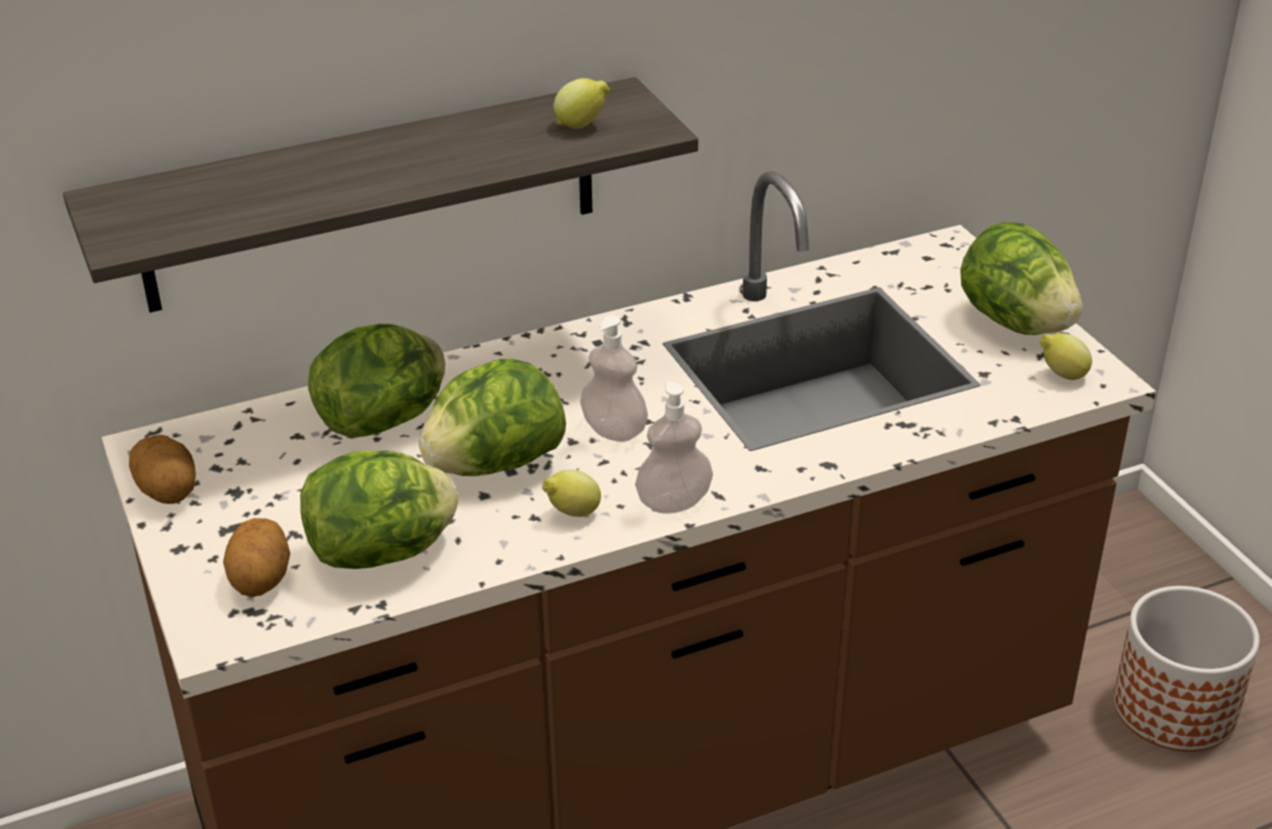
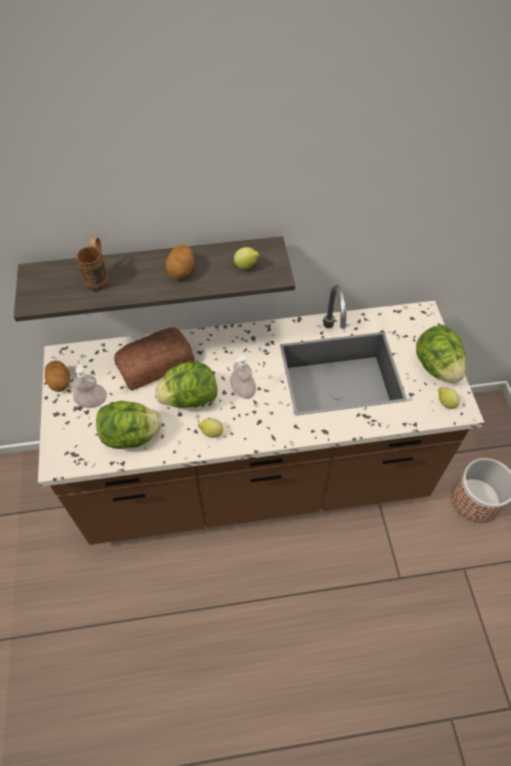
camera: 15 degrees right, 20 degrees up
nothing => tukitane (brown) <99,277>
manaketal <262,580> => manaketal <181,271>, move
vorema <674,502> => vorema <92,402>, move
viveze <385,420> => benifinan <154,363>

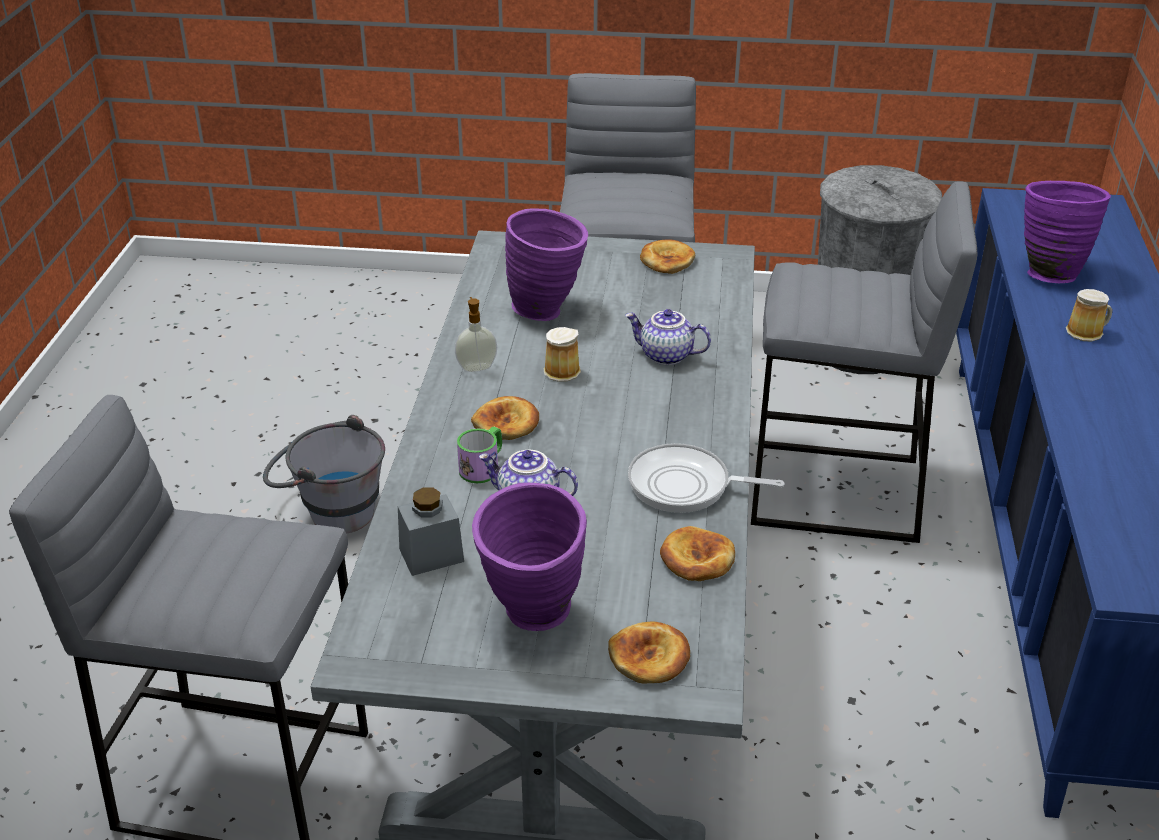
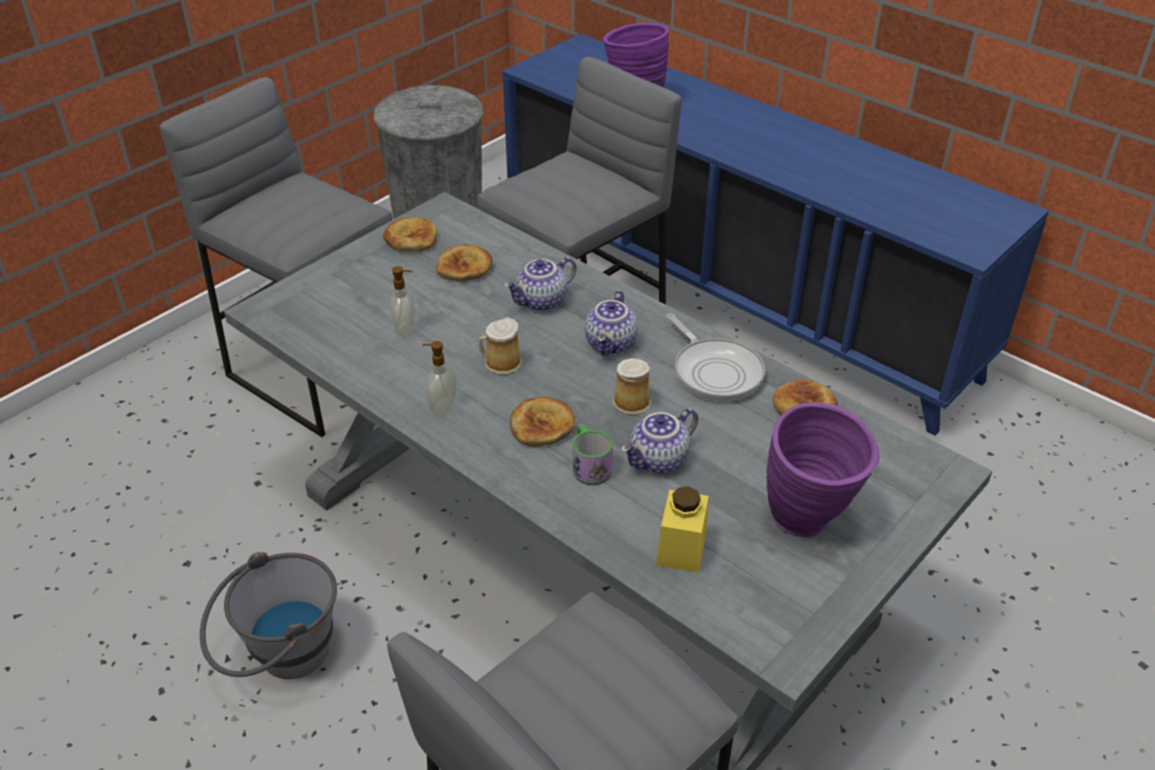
camera: 55 degrees left, 5 degrees up
nothing => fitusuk <612,344>
benifinan <649,657> => benifinan <465,267>, move
tukitane <1086,332> => tukitane <633,401>, move
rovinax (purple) <548,311> => vorema <406,330>
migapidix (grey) <431,555> => migapidix (yellow) <681,548>
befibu <685,486> => befibu <715,371>, 75 degrees counterclockwise

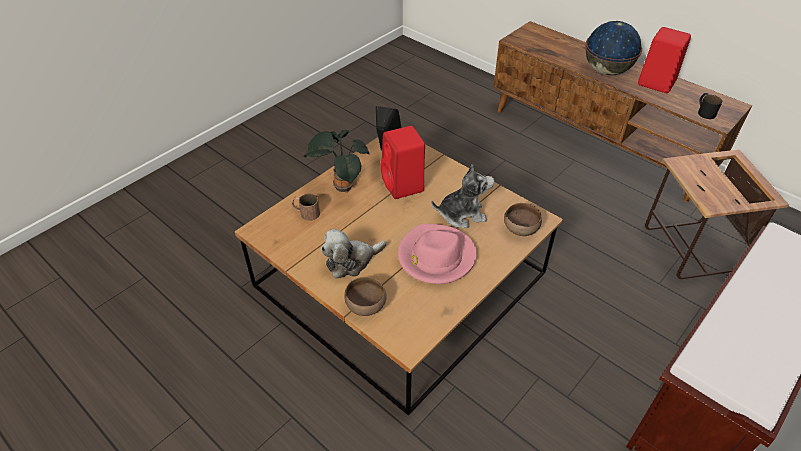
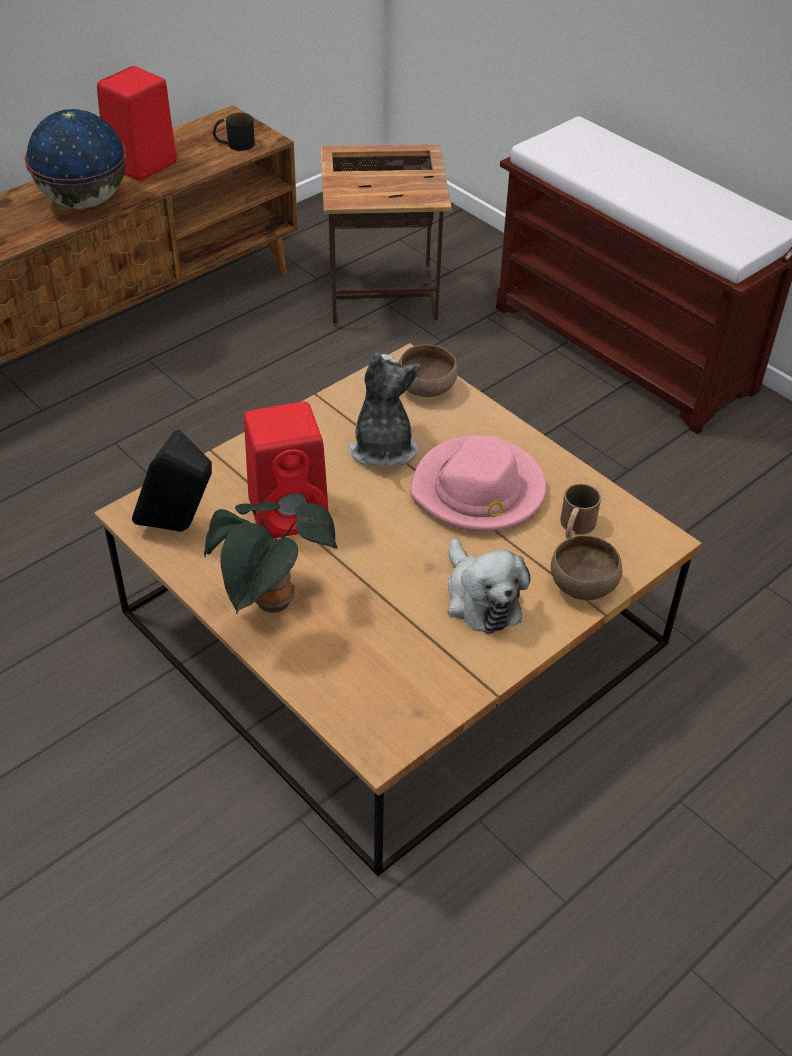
camera: 85 degrees left, 0 degrees up
tukitane (brown) <305,212> => tukitane (brown) <575,527>, move

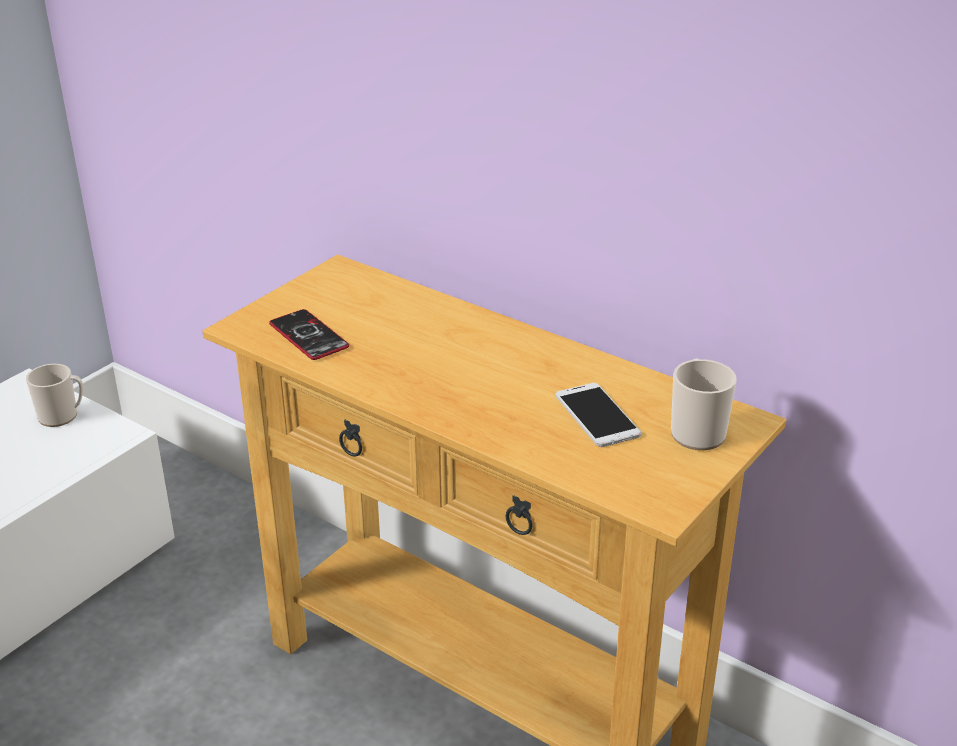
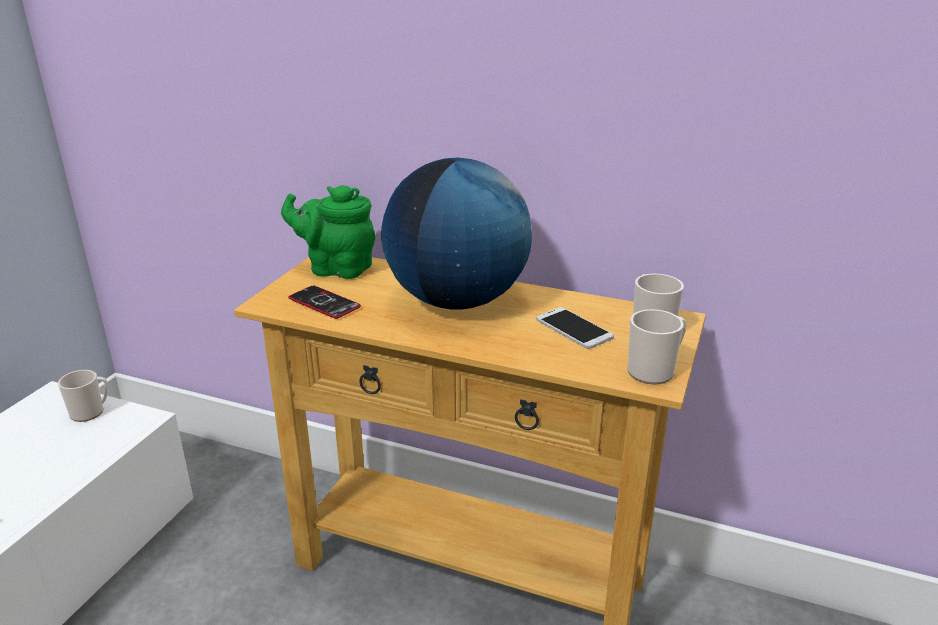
camera: 15 degrees left, 5 degrees down
nothing => fitusuk (green) <336,268>
nothing => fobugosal <457,301>
nothing => tukitane <654,371>

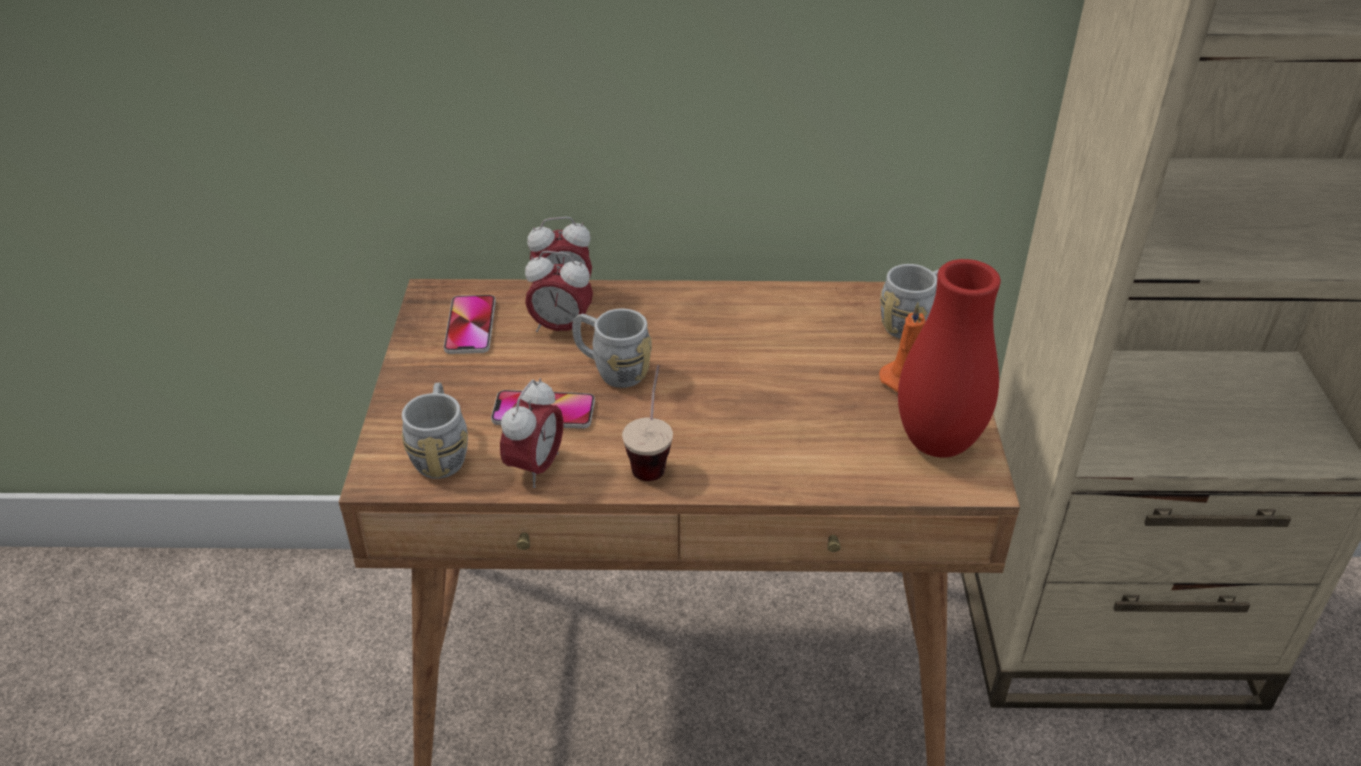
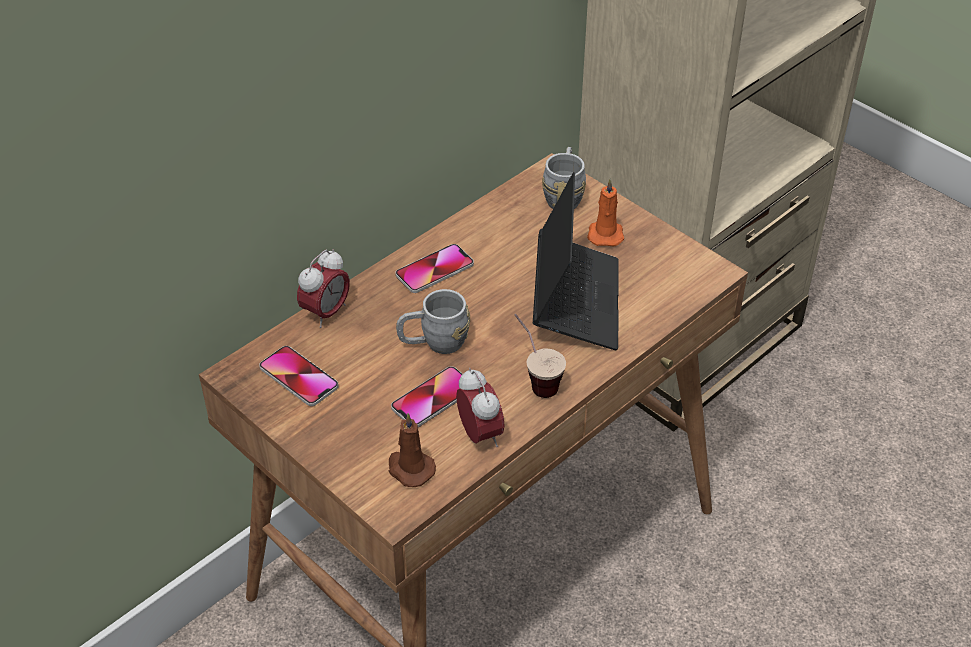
camera: 45 degrees left, 5 degrees up
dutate <561,328> => nothing
rovinax (red) <937,443> => nothing
nothing => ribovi <434,270>
nothing => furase <575,301>
tukitane (grey) <441,452> => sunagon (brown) <409,468>

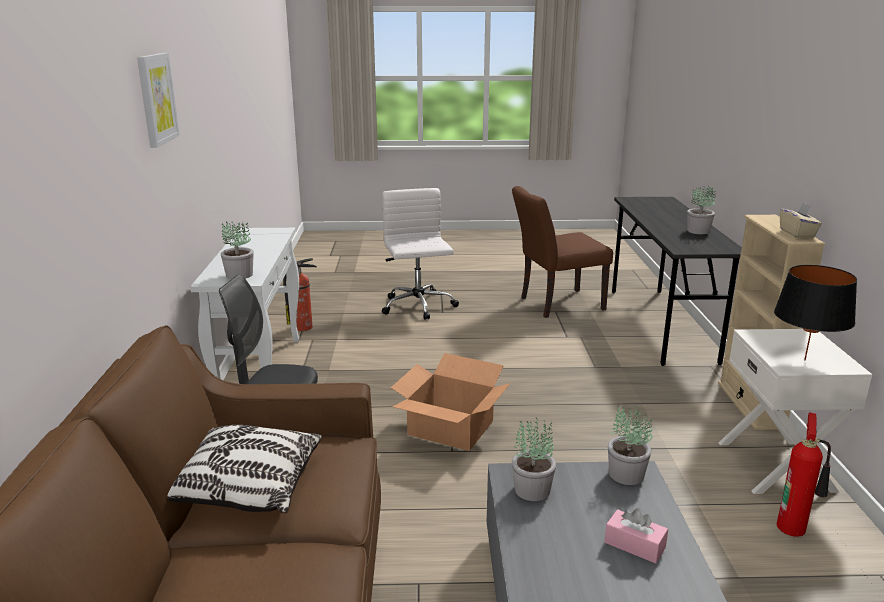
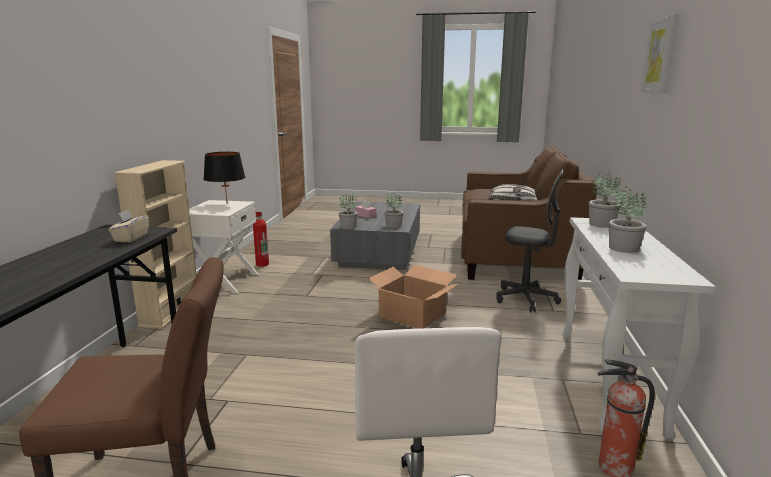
camera: 170 degrees left, 5 degrees down
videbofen <699,231> => videbofen <623,248>, move
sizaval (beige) <797,233> => sizaval (beige) <131,238>, move

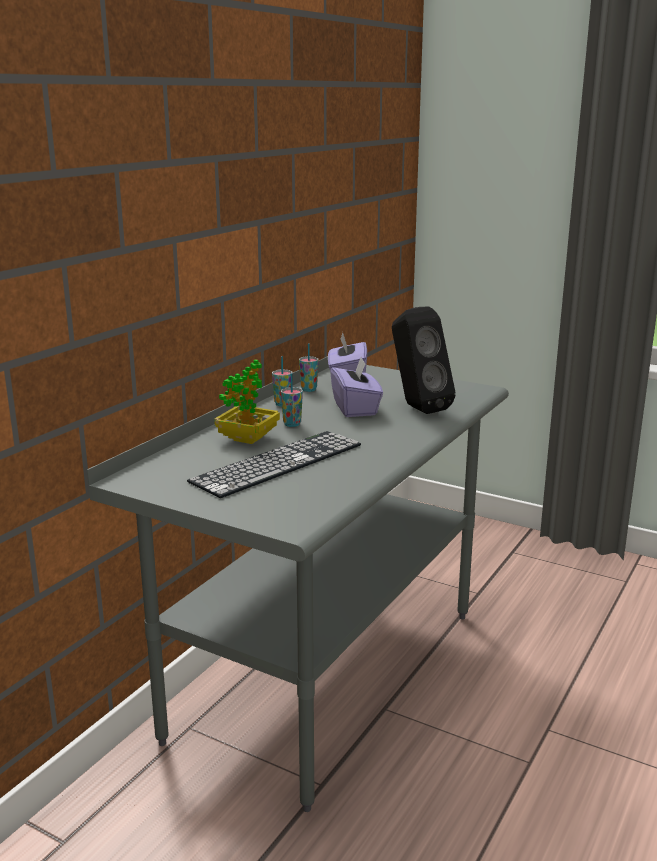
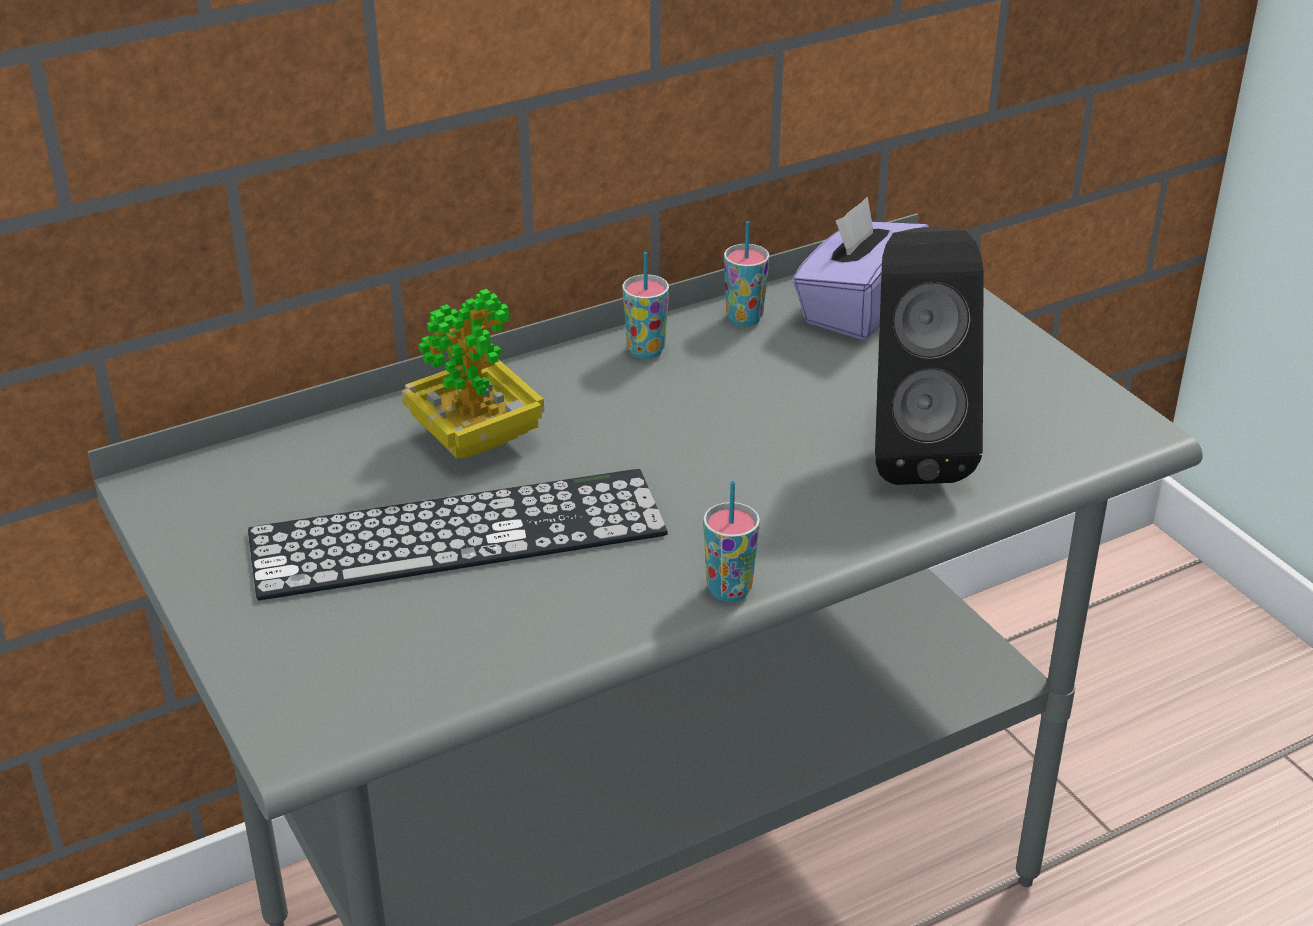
camera: 30 degrees right, 15 degrees up
sizaval (purple) <356,408> => nothing
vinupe <292,424> => vinupe <729,590>, move

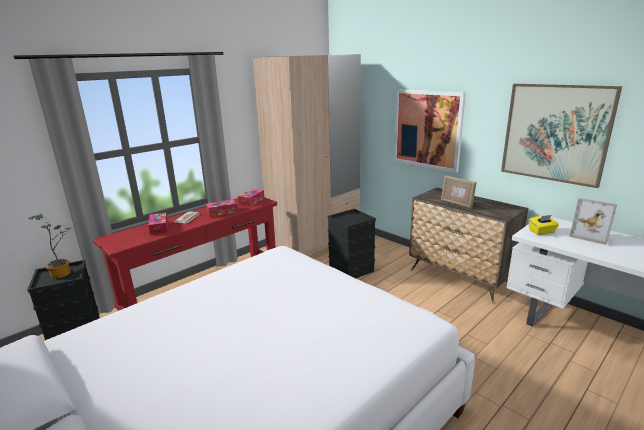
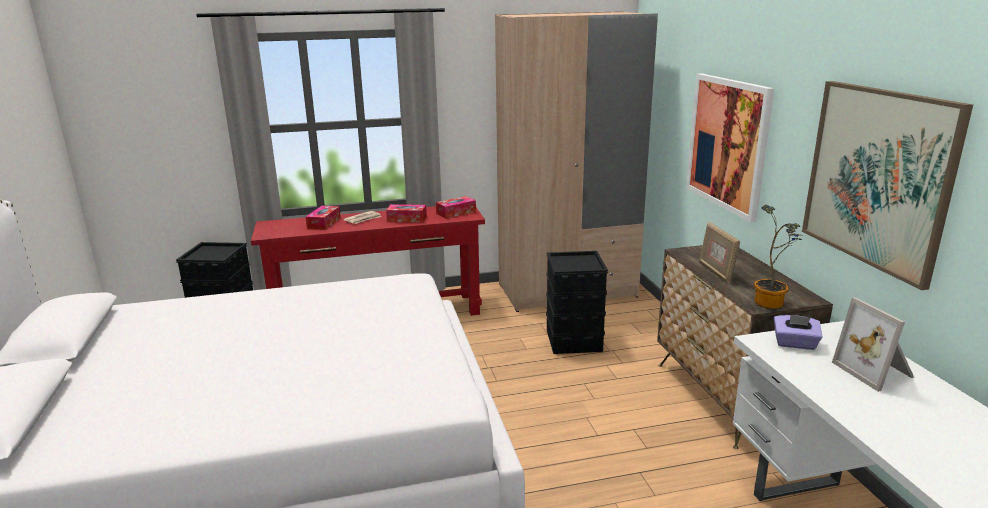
camera: 30 degrees right, 0 degrees up
videbofen <63,273> => videbofen <772,302>, move
sizaval (yellow) <542,232> => sizaval (purple) <795,344>

